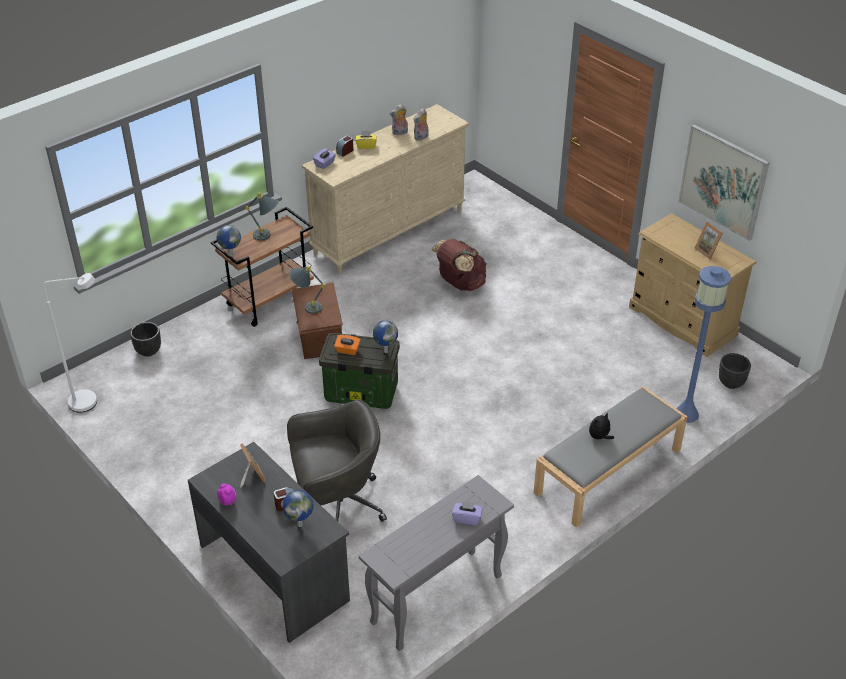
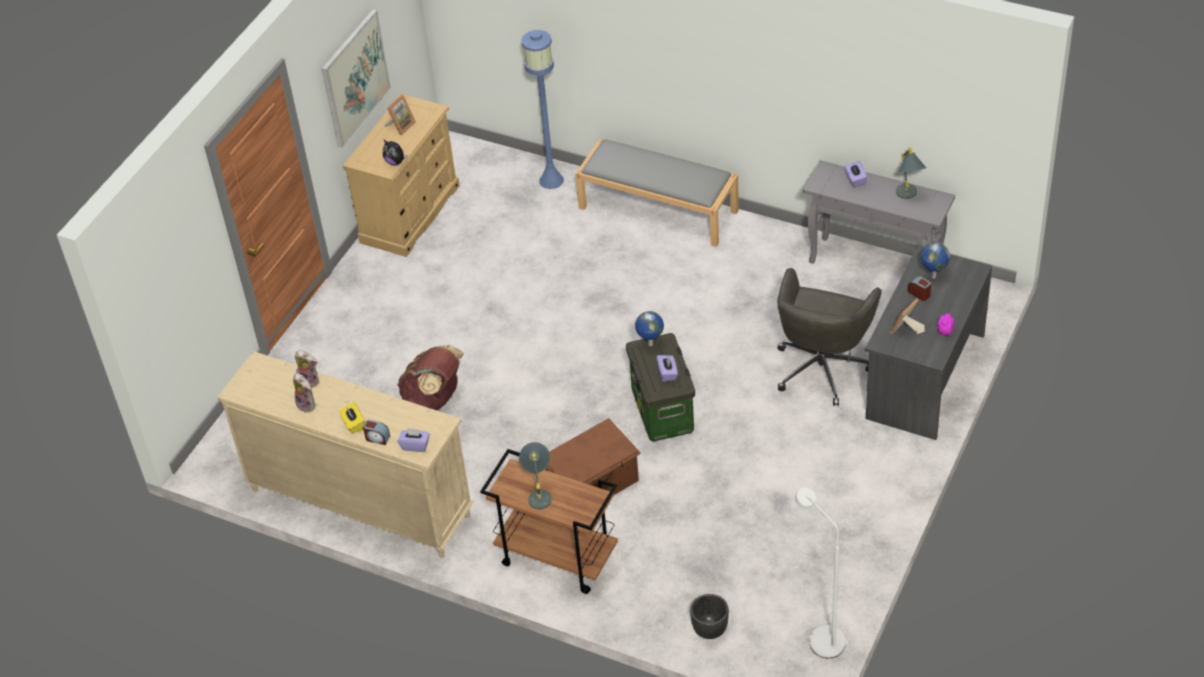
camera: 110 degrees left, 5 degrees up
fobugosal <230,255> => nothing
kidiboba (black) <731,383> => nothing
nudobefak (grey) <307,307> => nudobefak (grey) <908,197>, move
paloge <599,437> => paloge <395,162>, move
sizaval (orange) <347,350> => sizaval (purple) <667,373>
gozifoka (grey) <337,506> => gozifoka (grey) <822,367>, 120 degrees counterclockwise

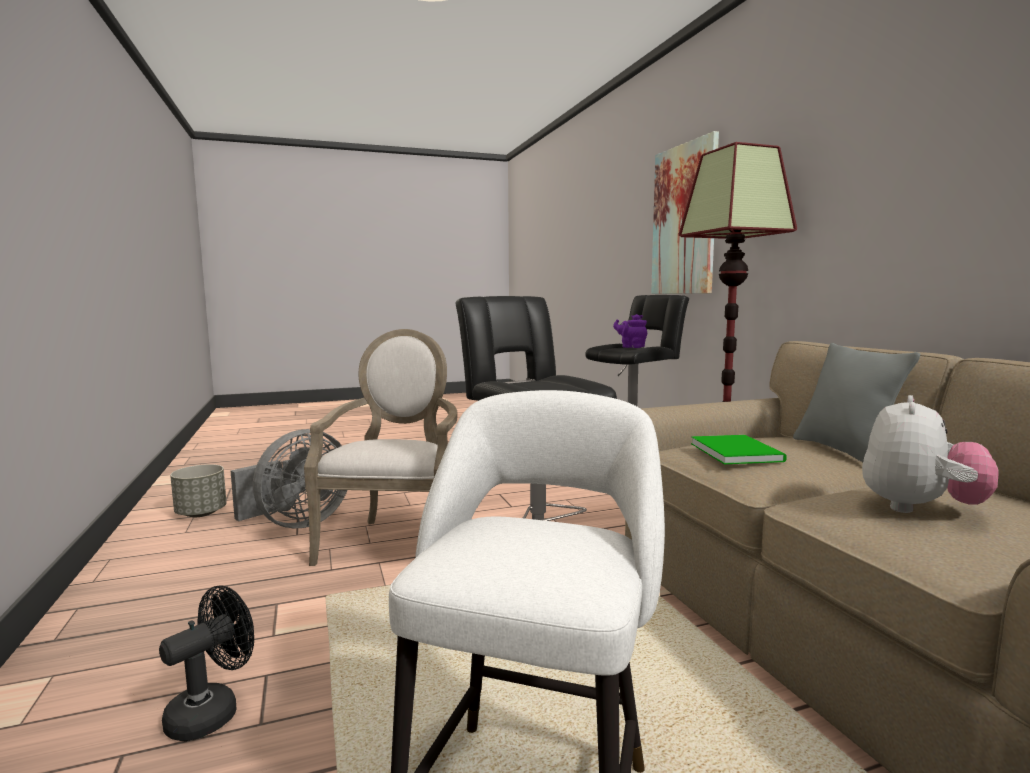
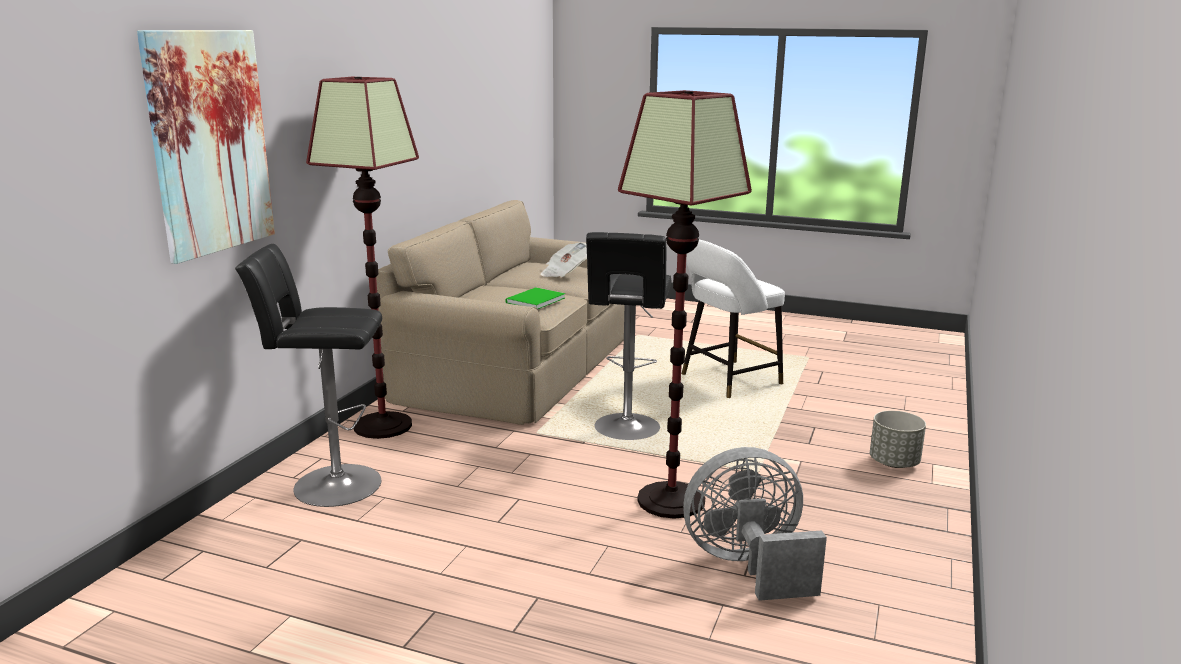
camera: 140 degrees left, 10 degrees up
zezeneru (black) <212,711> => nothing
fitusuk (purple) <631,347> => nothing
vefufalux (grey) <843,451> => nothing
kidiboba (grey) <201,513> => kidiboba (grey) <894,463>, move
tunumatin <396,541> => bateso <670,500>
paloge <919,509> => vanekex <564,273>

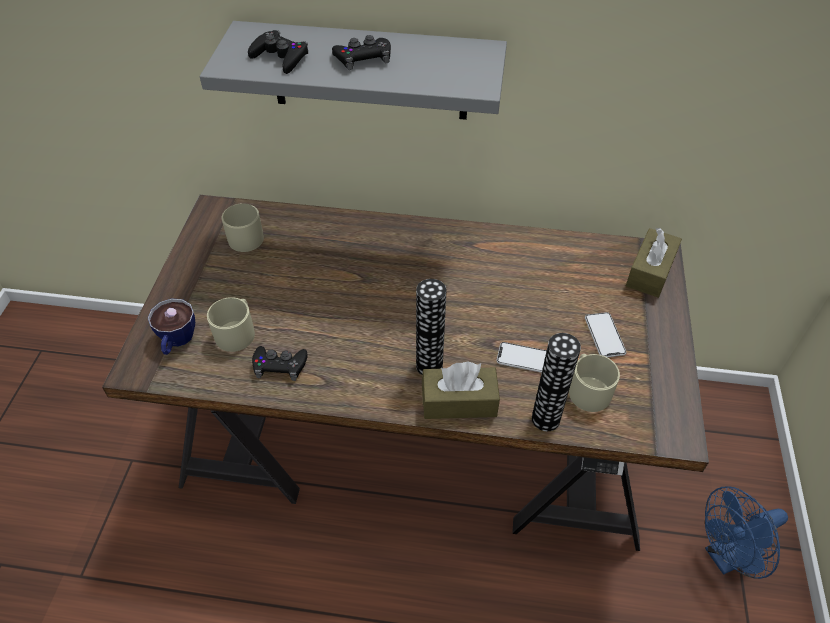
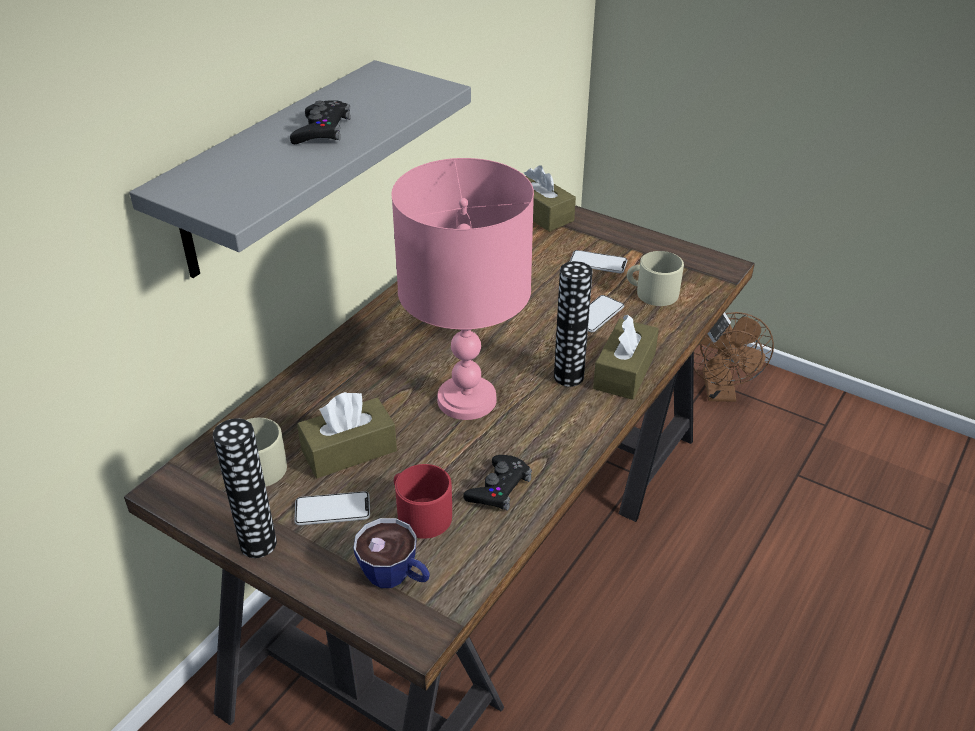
camera: 65 degrees left, 10 degrees down
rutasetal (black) <280,57> => nothing
nothing => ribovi <332,509>
nothing => sizaval (brown) <349,450>
nothing => nudobefak (pink) <466,400>
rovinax <545,419> => rovinax <258,544>, move
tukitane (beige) <237,331> => tukitane (red) <420,513>
zezeneru (blue) <726,557> => zezeneru (brown) <720,392>

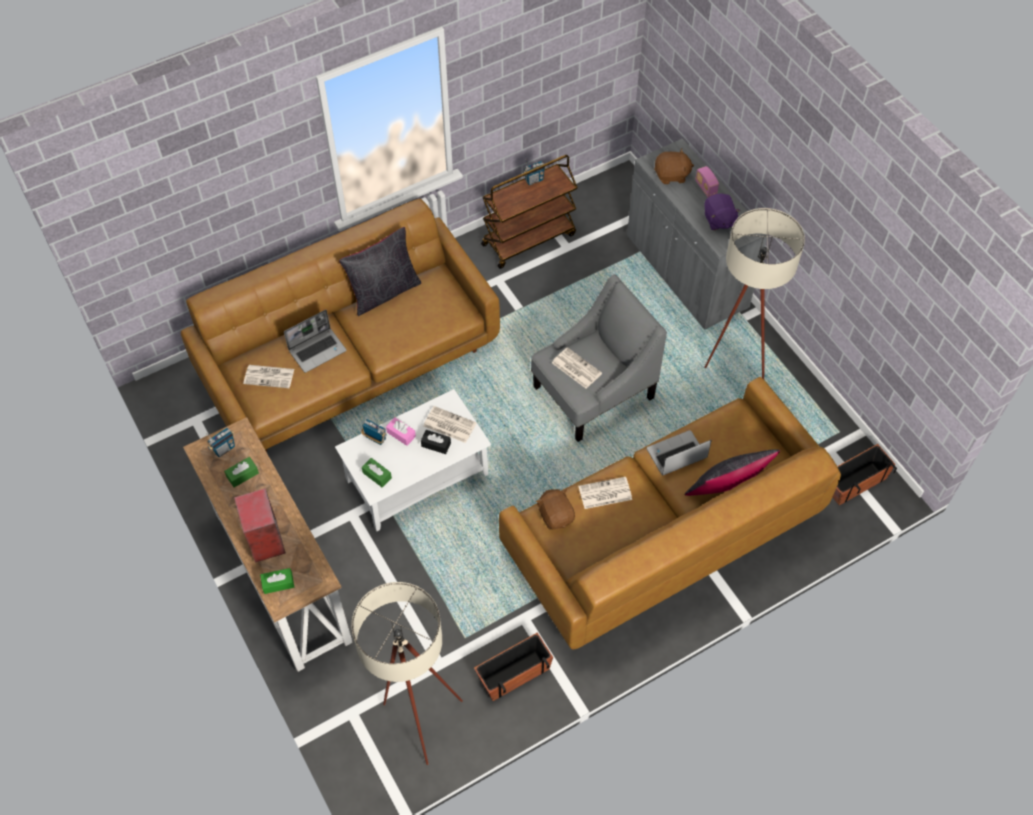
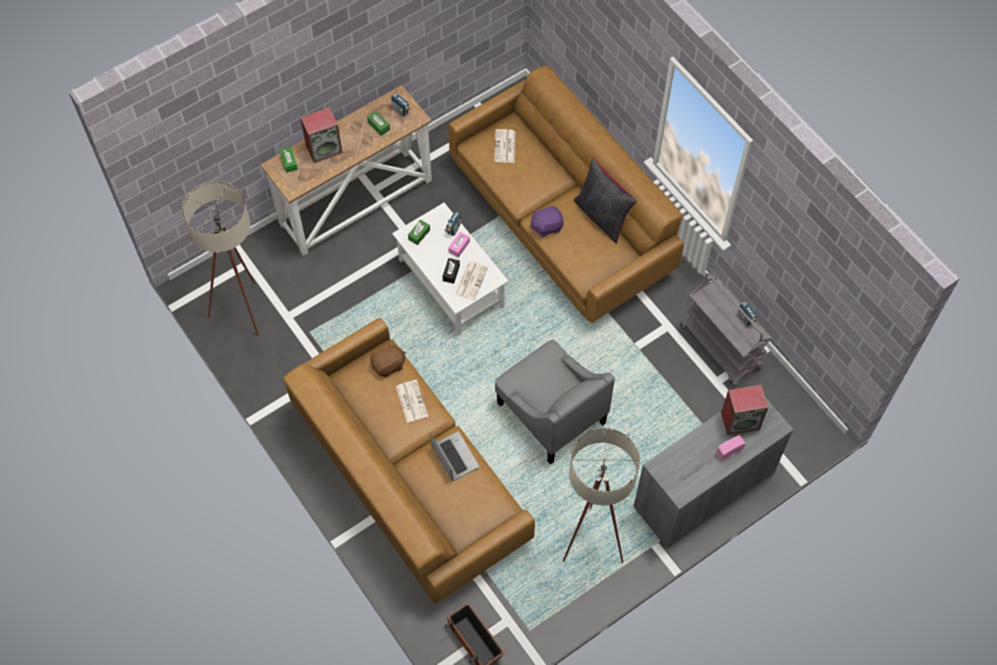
camera: 85 degrees right, 5 degrees up
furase <318,350> => nothing
kidiboba <514,673> => nothing
vanekex <575,368> => nothing
vefufalux (black) <726,490> => nothing
paloge (purple) <718,220> => paloge (purple) <546,226>, move
paloge (brown) <671,175> => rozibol <740,420>
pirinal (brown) <529,239> => pirinal (grey) <721,348>

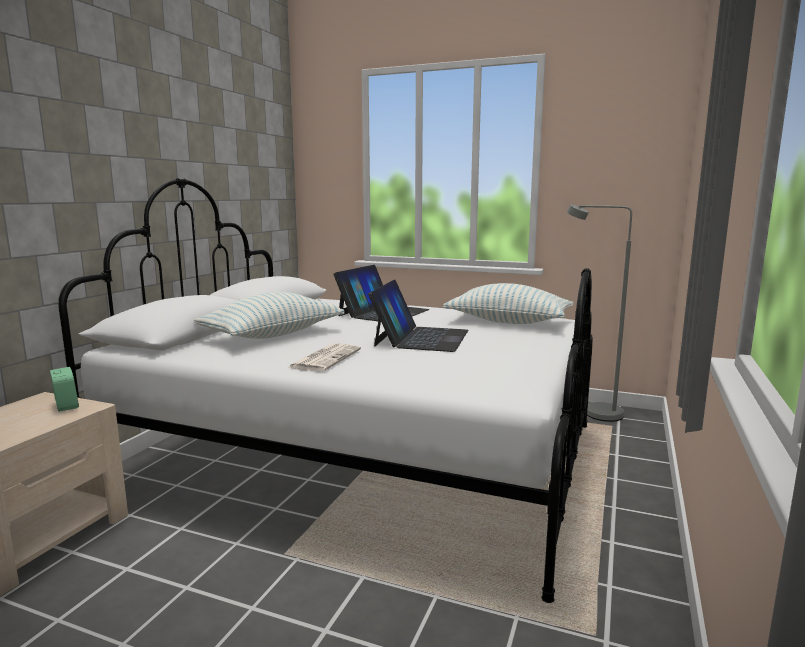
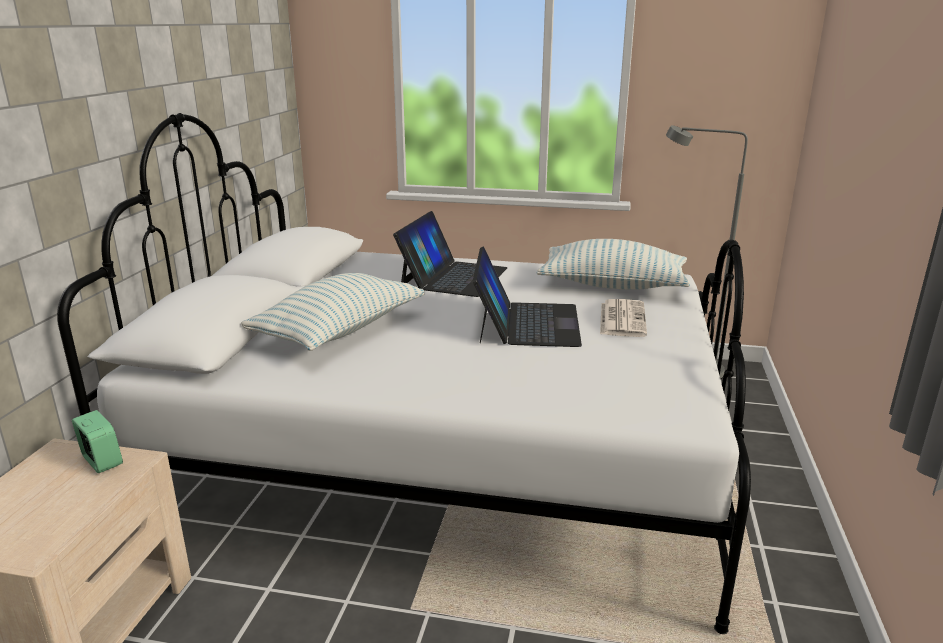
camera: 10 degrees left, 10 degrees up
vanekex <325,358> => vanekex <622,319>, move

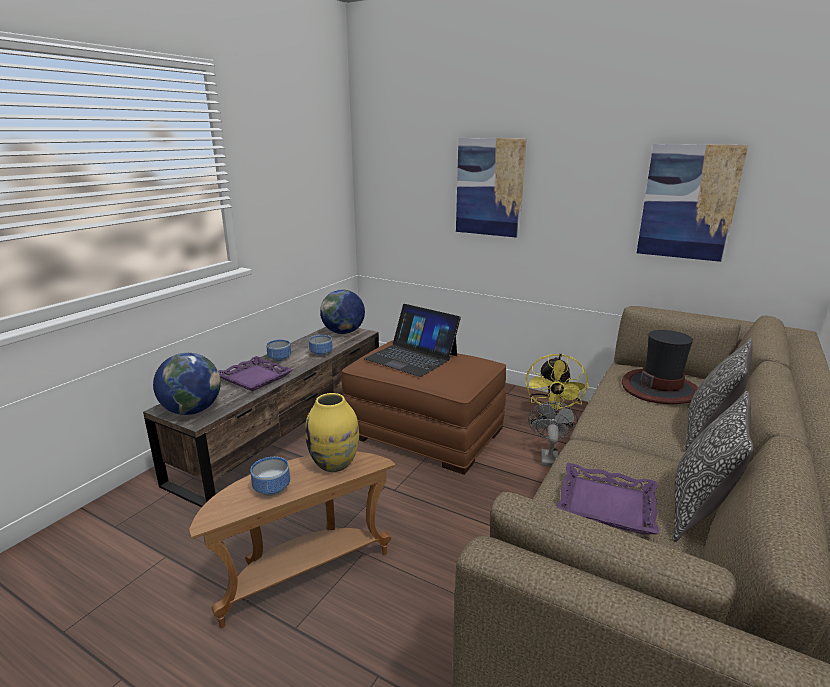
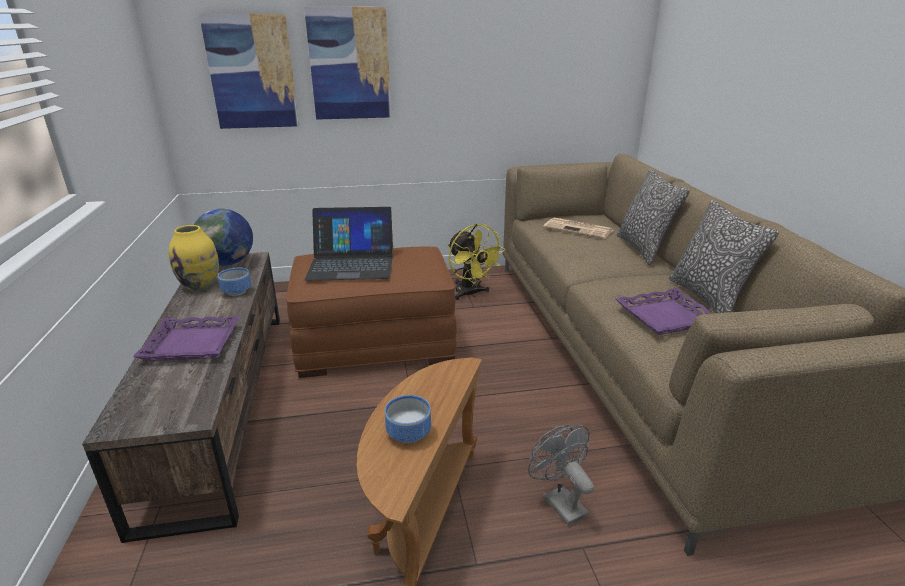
camera: 40 degrees left, 5 degrees up
fobugosal <192,410> => nothing
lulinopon <279,359> => nothing
rovinax (yellow) <335,464> => rovinax (yellow) <201,285>, move
zezeneru (grey) <549,456> => zezeneru (grey) <559,502>, move
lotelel <688,202> => lotelel <252,72>, move
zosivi <660,389> => vanekex <579,229>

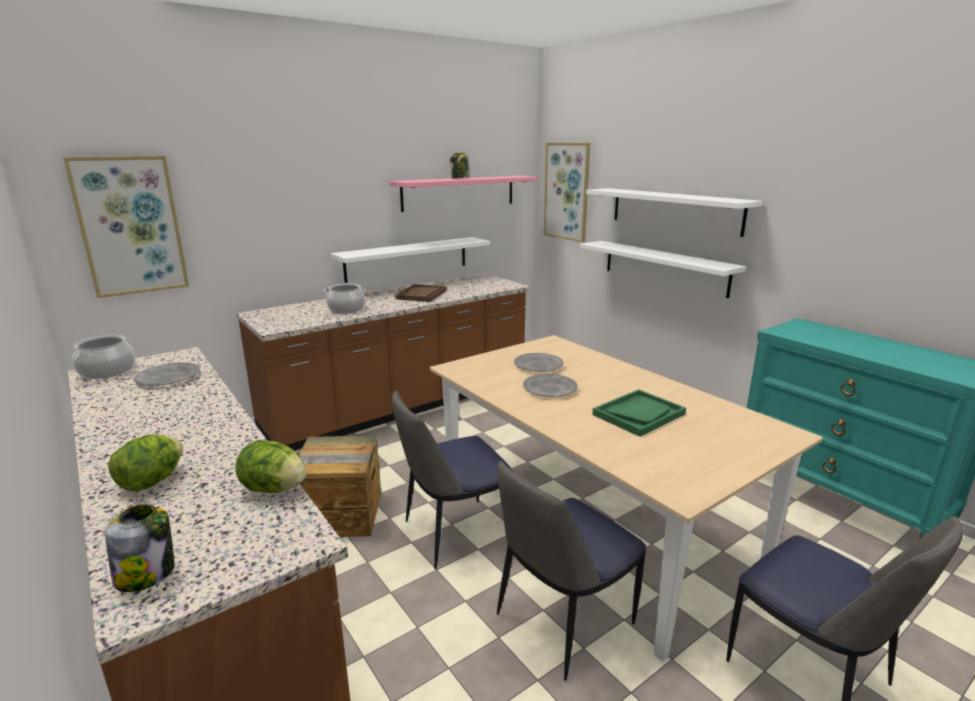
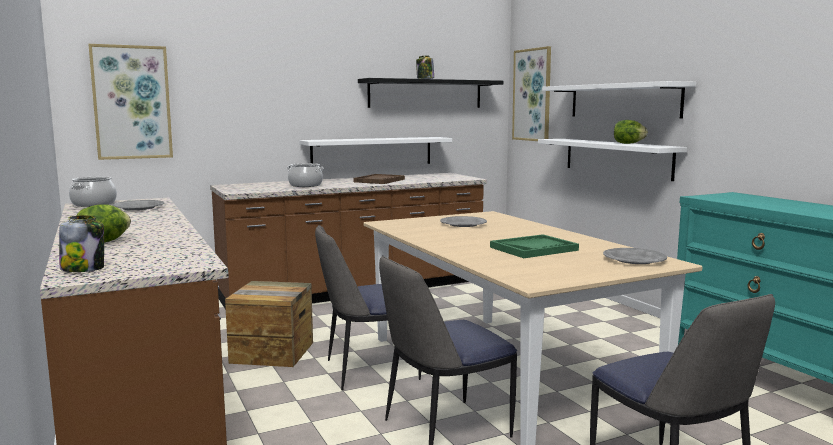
camera: 10 degrees right, 10 degrees down
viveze <273,488> => viveze <628,143>, move
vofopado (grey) <549,389> => vofopado (grey) <633,260>, move
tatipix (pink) <459,192> => tatipix (black) <425,94>

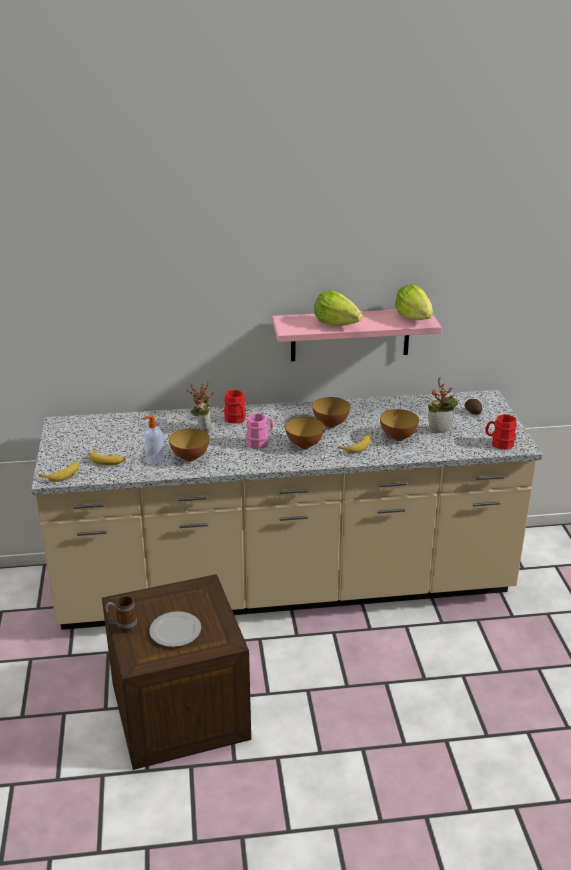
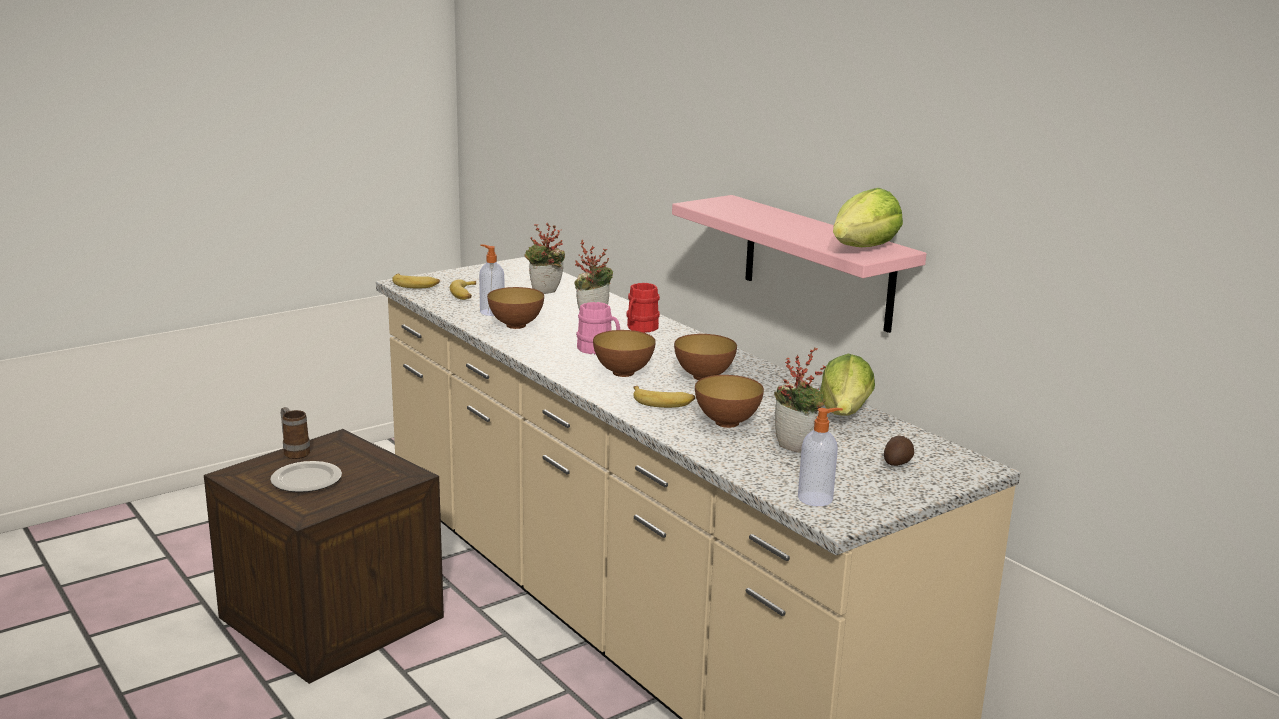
camera: 60 degrees right, 10 degrees down
nothing => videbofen <545,293>
viveze <336,324> => viveze <844,413>, move
tukitane (red) <499,443> => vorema <816,498>

